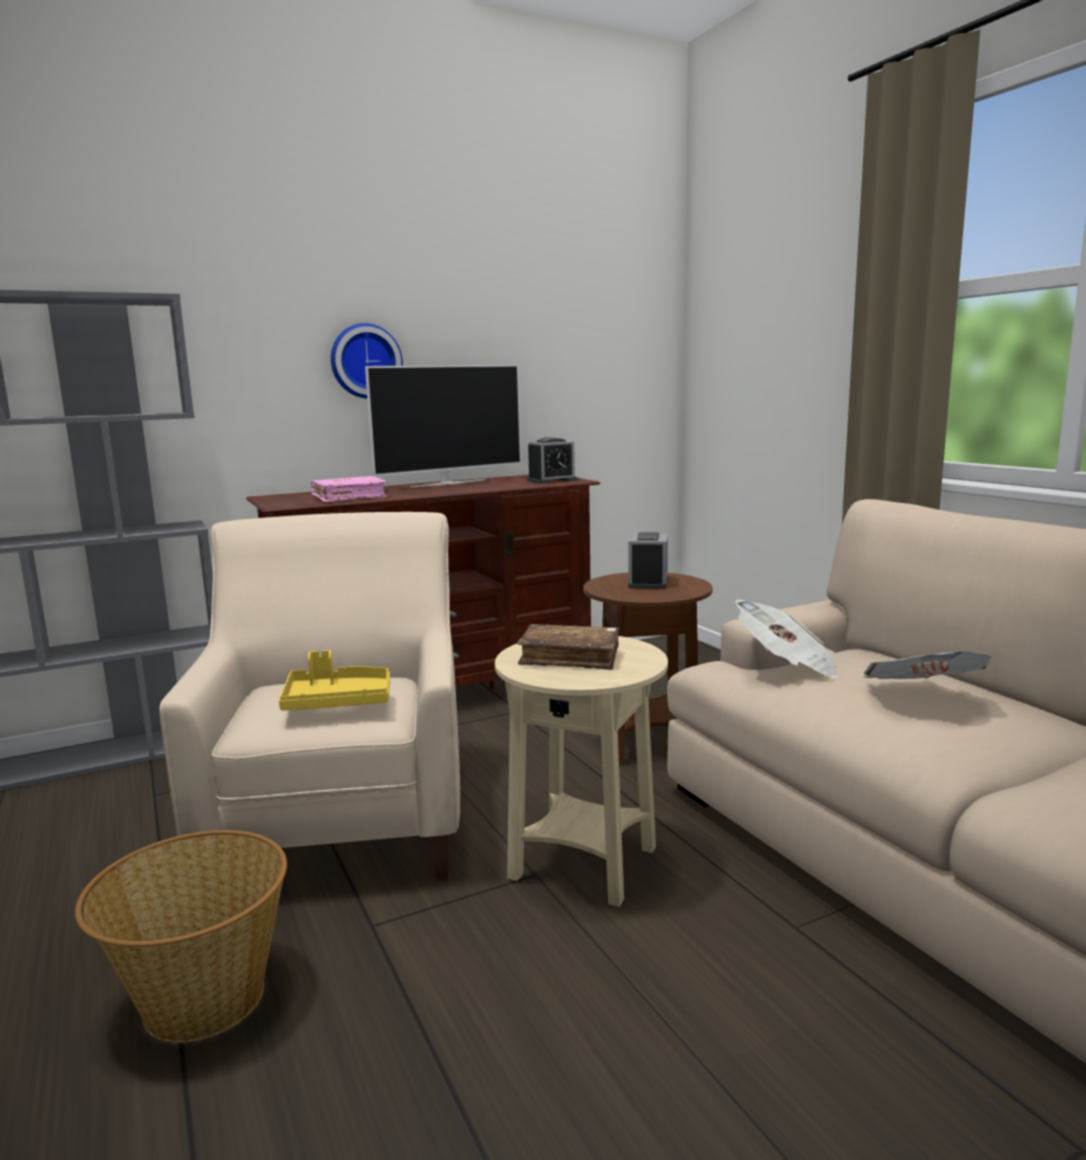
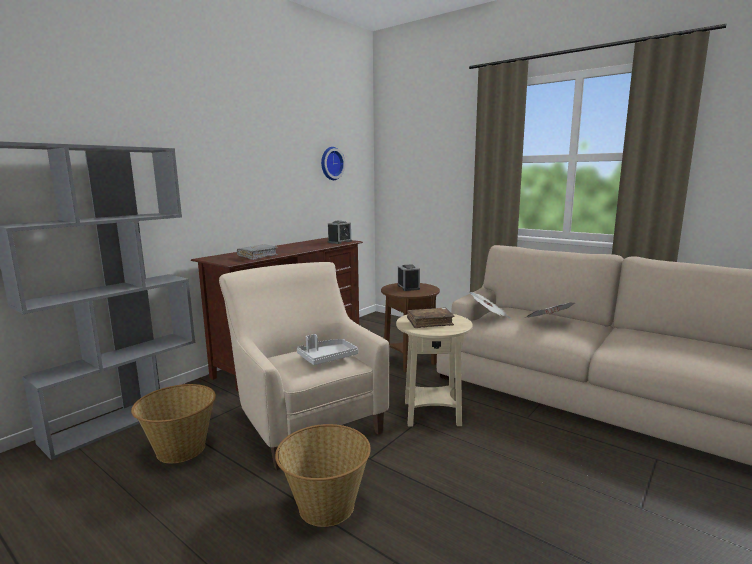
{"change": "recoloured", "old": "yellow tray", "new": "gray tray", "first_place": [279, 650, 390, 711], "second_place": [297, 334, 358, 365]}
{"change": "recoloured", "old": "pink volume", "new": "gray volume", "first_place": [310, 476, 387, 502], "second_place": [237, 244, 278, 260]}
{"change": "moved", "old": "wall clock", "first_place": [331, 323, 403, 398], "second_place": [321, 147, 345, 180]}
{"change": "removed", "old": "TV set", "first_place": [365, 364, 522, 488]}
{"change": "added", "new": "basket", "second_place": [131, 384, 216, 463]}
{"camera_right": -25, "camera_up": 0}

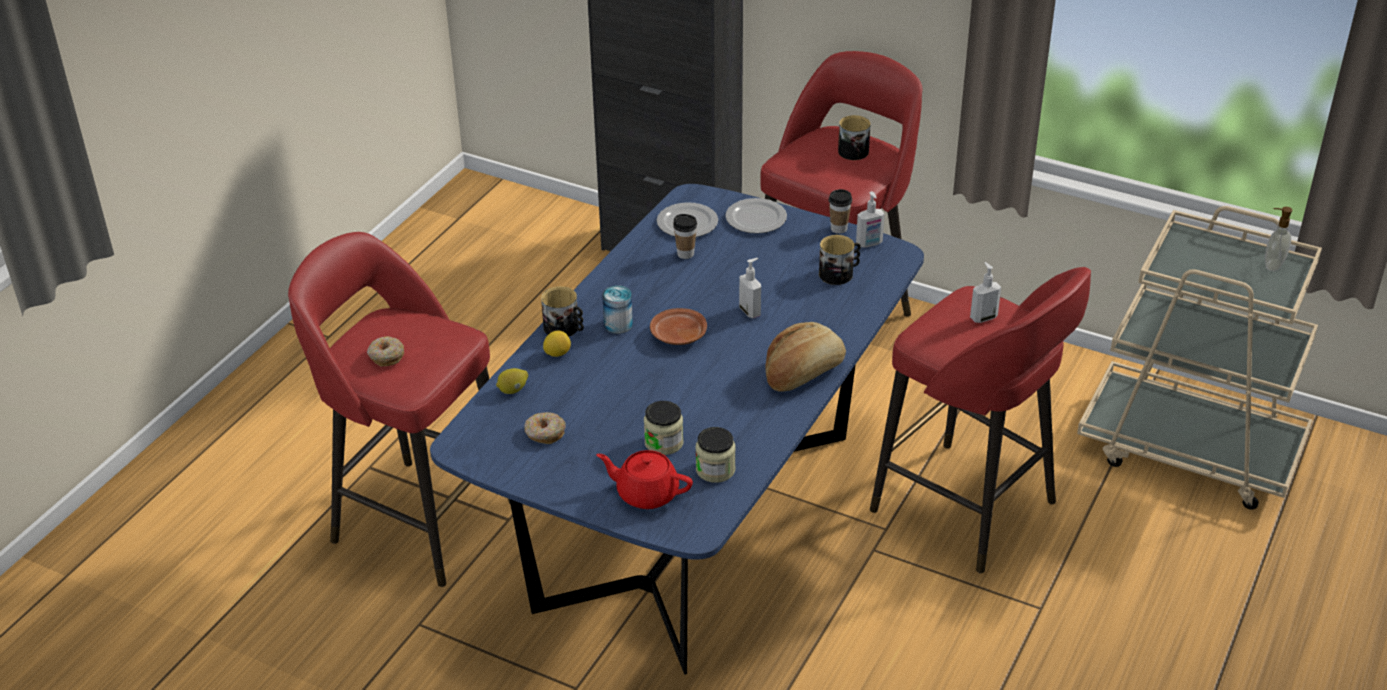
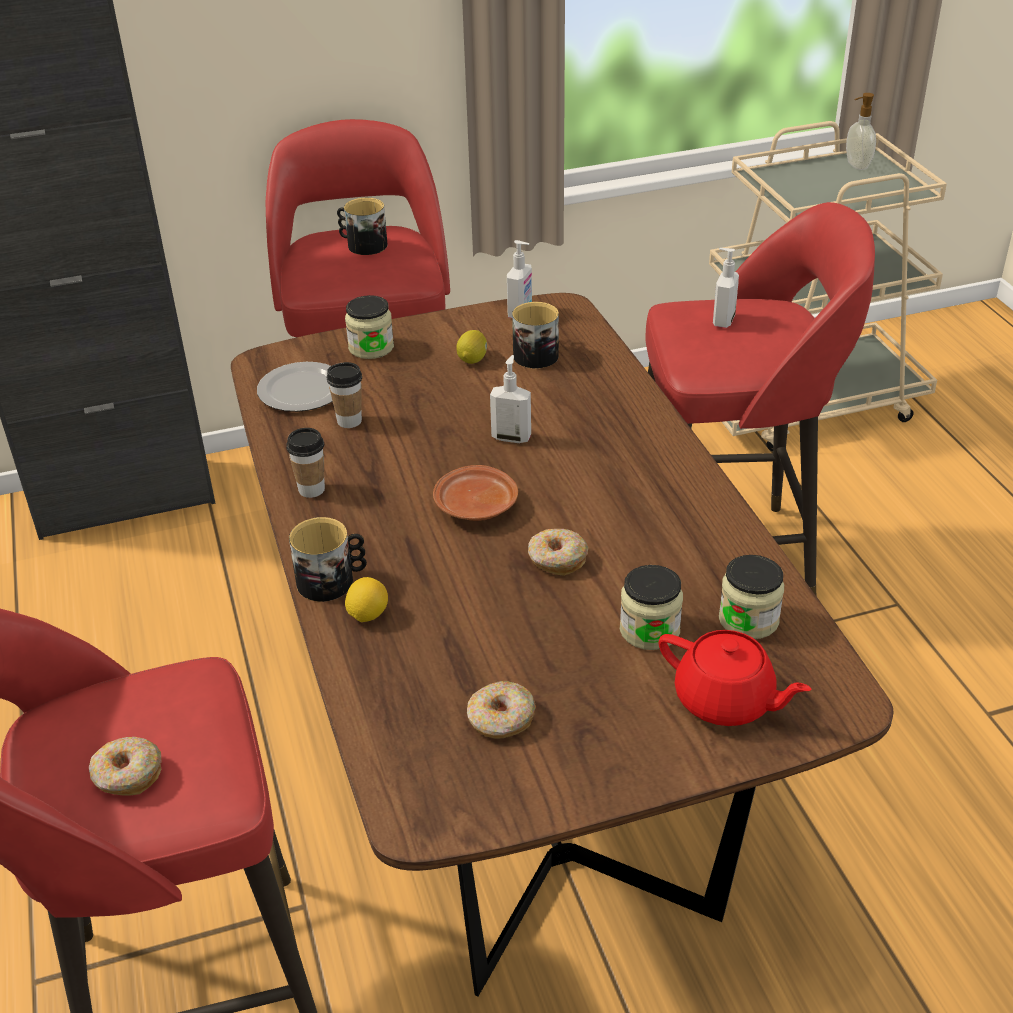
{"change": "recoloured", "old": "blue-coloured dinner table", "new": "brownish dinner table", "first_place": [430, 184, 924, 674], "second_place": [231, 293, 894, 997]}
{"change": "moved", "old": "citrus fruit", "first_place": [496, 368, 528, 394], "second_place": [456, 330, 487, 364]}
{"change": "turned", "old": "red teapot", "first_place": [596, 450, 693, 509], "second_place": [658, 630, 811, 726], "degrees": -120}
{"change": "removed", "old": "sealed can", "first_place": [602, 285, 633, 334]}
{"change": "replaced", "old": "dinner plate", "new": "preserve jar", "first_place": [725, 198, 787, 234], "second_place": [345, 295, 394, 359]}
{"change": "removed", "old": "baked bread", "first_place": [765, 322, 846, 391]}
{"change": "moved", "old": "cup", "first_place": [829, 189, 852, 234], "second_place": [286, 428, 325, 498]}
{"change": "added", "new": "donut", "second_place": [528, 529, 589, 576]}
{"camera_right": -45, "camera_up": 0}

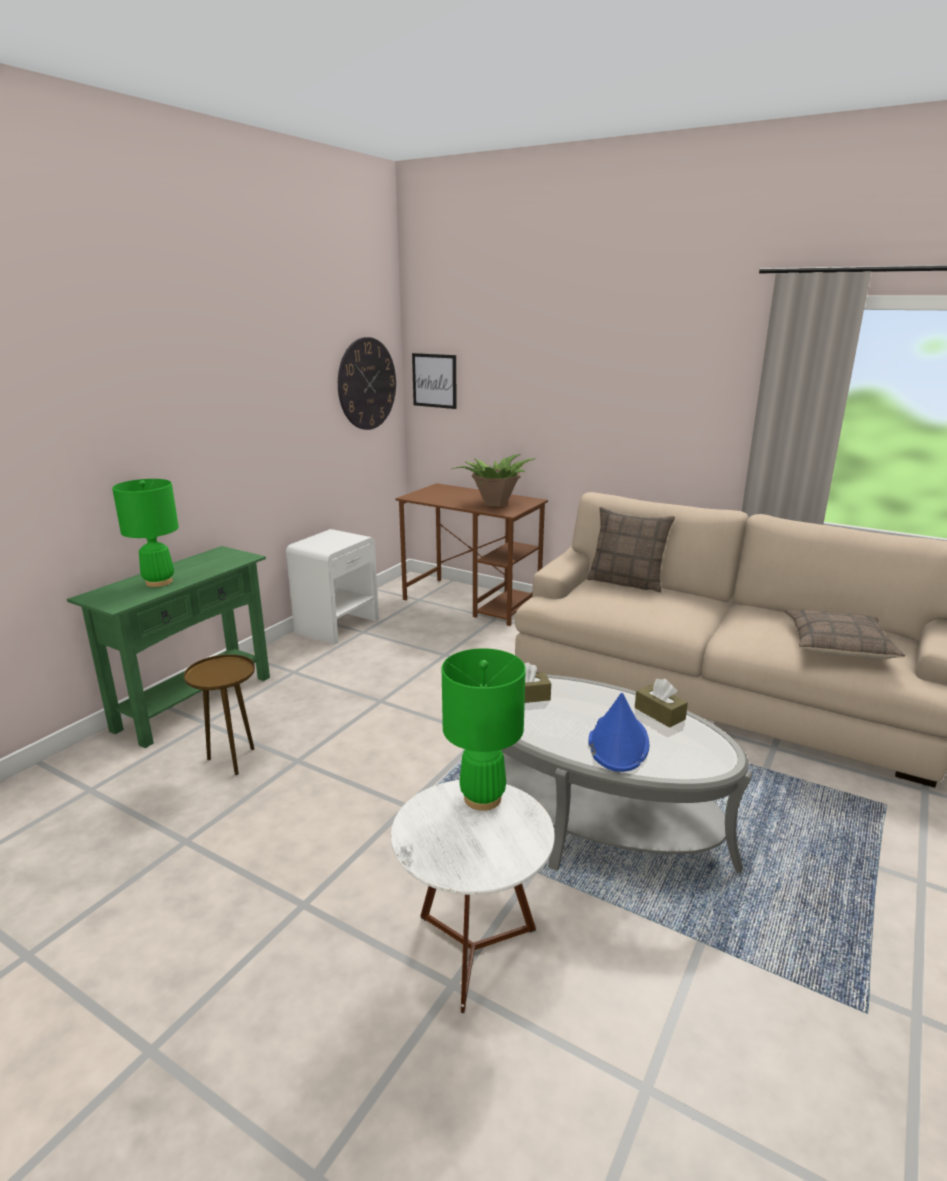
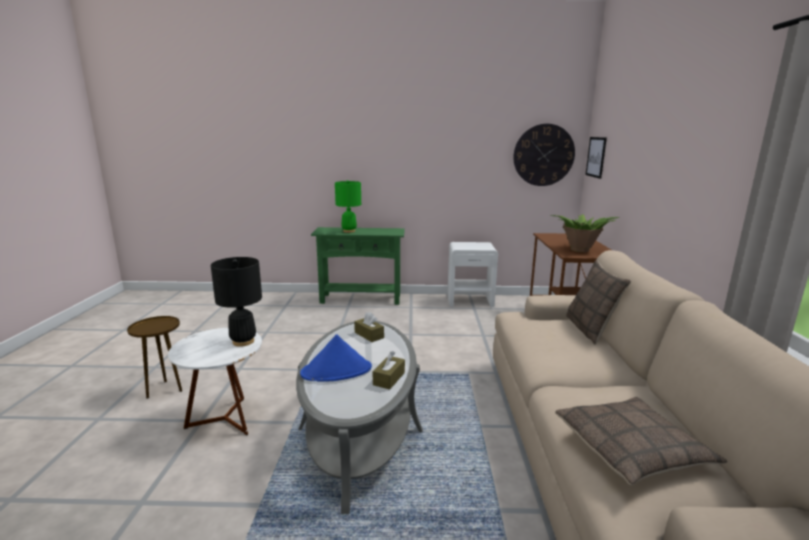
{"change": "moved", "old": "brownish side table", "first_place": [184, 654, 255, 775], "second_place": [127, 316, 182, 399]}
{"change": "recoloured", "old": "green table lamp", "new": "black-coloured table lamp", "first_place": [442, 648, 526, 811], "second_place": [211, 257, 262, 347]}
{"camera_right": 60, "camera_up": -5}

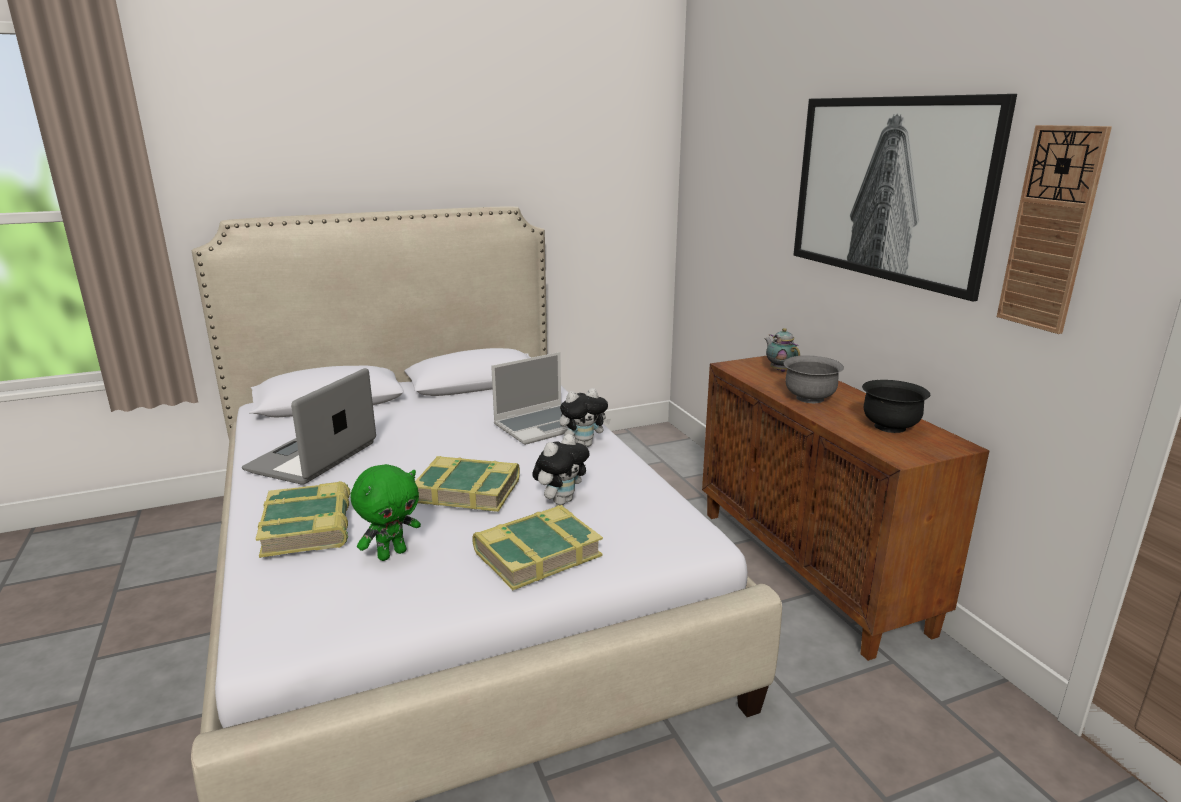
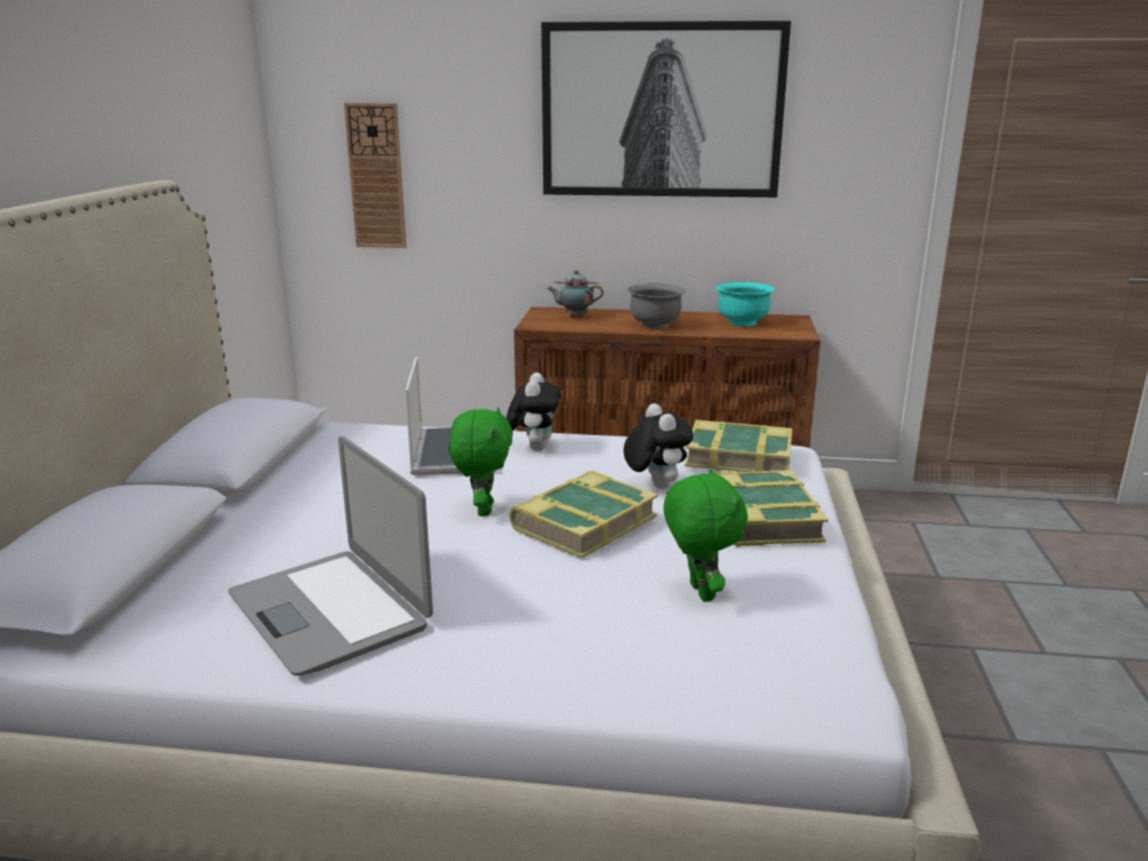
{"change": "moved", "old": "volume", "first_place": [256, 481, 351, 558], "second_place": [685, 420, 793, 472]}
{"change": "recoloured", "old": "black-coloured serving bowl", "new": "turquoise serving bowl", "first_place": [862, 380, 931, 433], "second_place": [715, 282, 775, 326]}
{"change": "moved", "old": "wall clock", "first_place": [997, 125, 1112, 334], "second_place": [344, 103, 406, 248]}
{"change": "added", "new": "green cuddly toy", "second_place": [449, 407, 513, 516]}
{"camera_right": -60, "camera_up": 0}

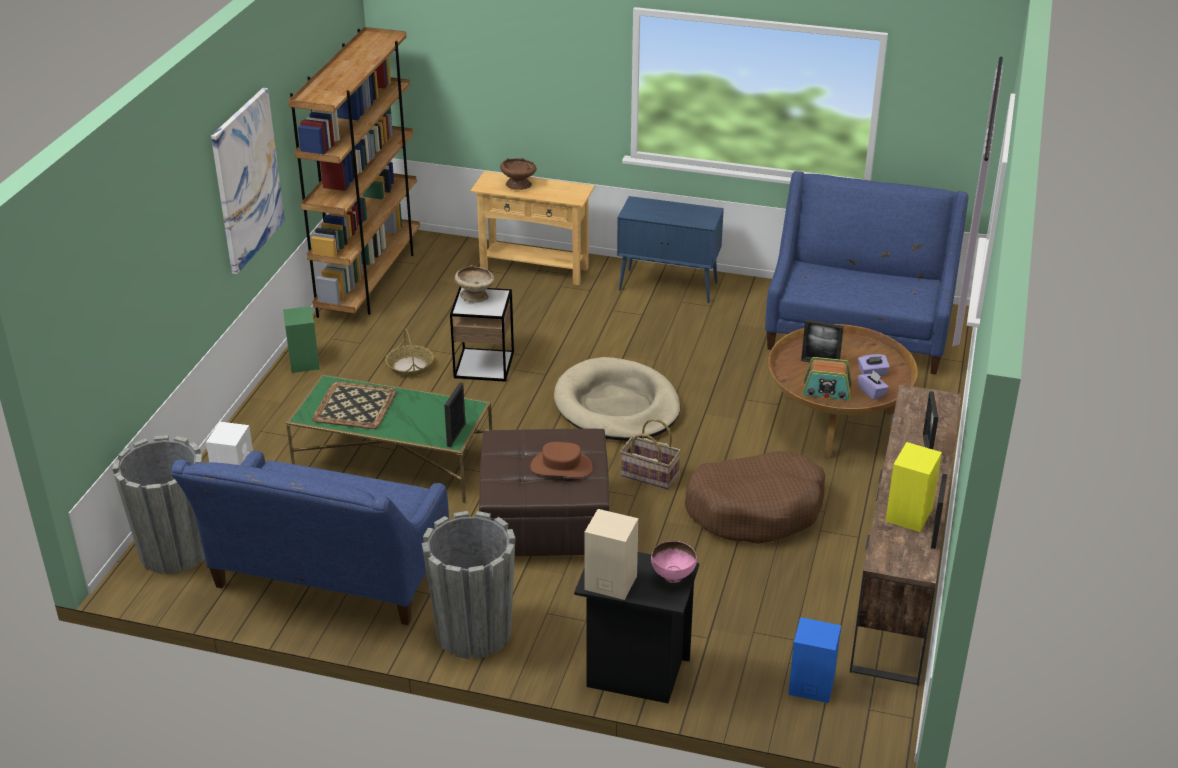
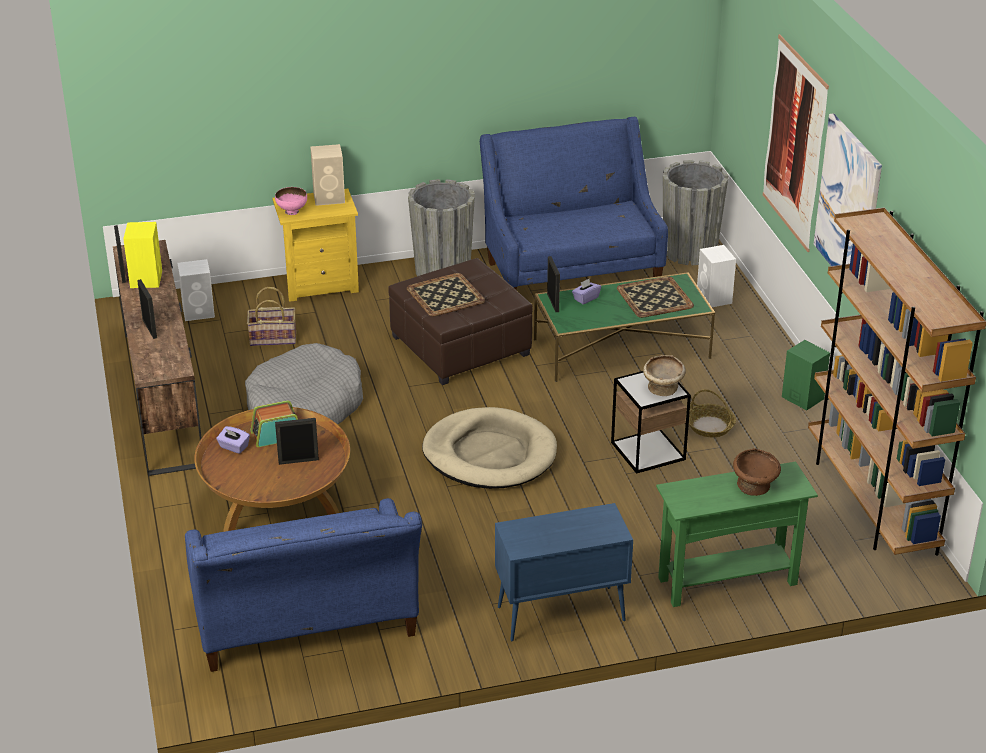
{"change": "recoloured", "old": "sand-coloured hall table", "new": "green hall table", "first_place": [470, 171, 595, 285], "second_place": [656, 462, 818, 607]}
{"change": "replaced", "old": "brownish hat", "new": "tray", "first_place": [531, 442, 593, 478], "second_place": [407, 273, 485, 316]}
{"change": "recoloured", "old": "black-coloured bedside table", "new": "yellow bedside table", "first_place": [574, 552, 699, 704], "second_place": [272, 189, 359, 302]}
{"change": "moved", "old": "basket", "first_place": [620, 419, 681, 490], "second_place": [247, 287, 296, 346]}
{"change": "recoloured", "old": "brownish dog cushion", "new": "gray dog cushion", "first_place": [684, 451, 825, 544], "second_place": [245, 343, 363, 424]}
{"change": "recoloured", "old": "blue-coloured loudspeaker", "new": "whitish loudspeaker", "first_place": [788, 617, 841, 703], "second_place": [177, 259, 215, 321]}
{"change": "moved", "old": "purplish tissue holder", "first_place": [858, 354, 890, 376], "second_place": [572, 279, 601, 304]}
{"change": "added", "new": "wall picture", "second_place": [763, 34, 829, 252]}
{"camera_right": 150, "camera_up": 0}

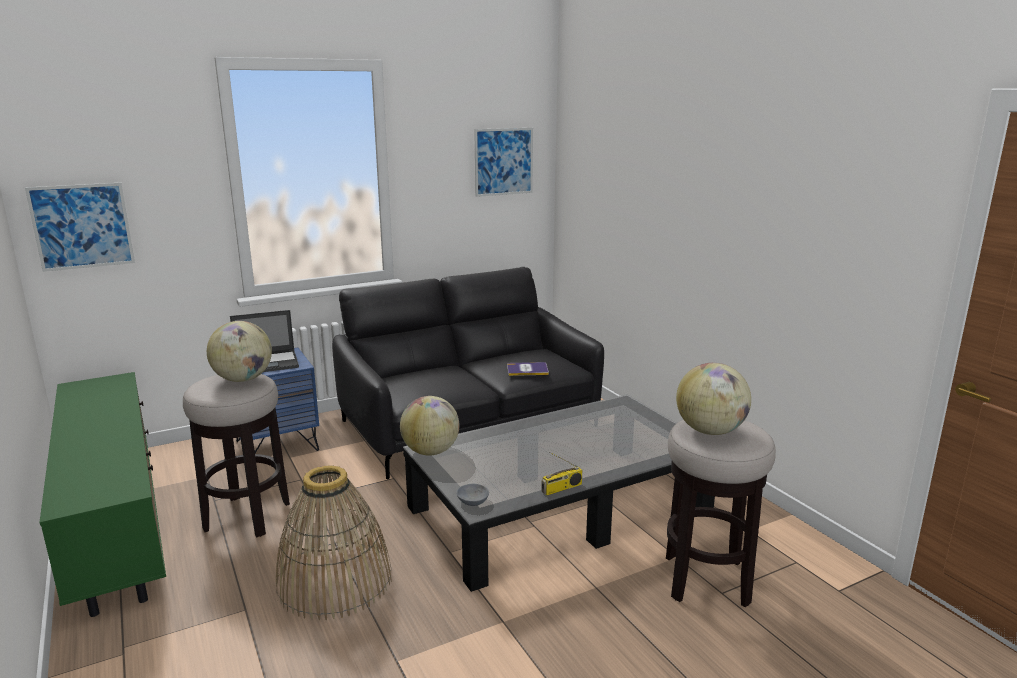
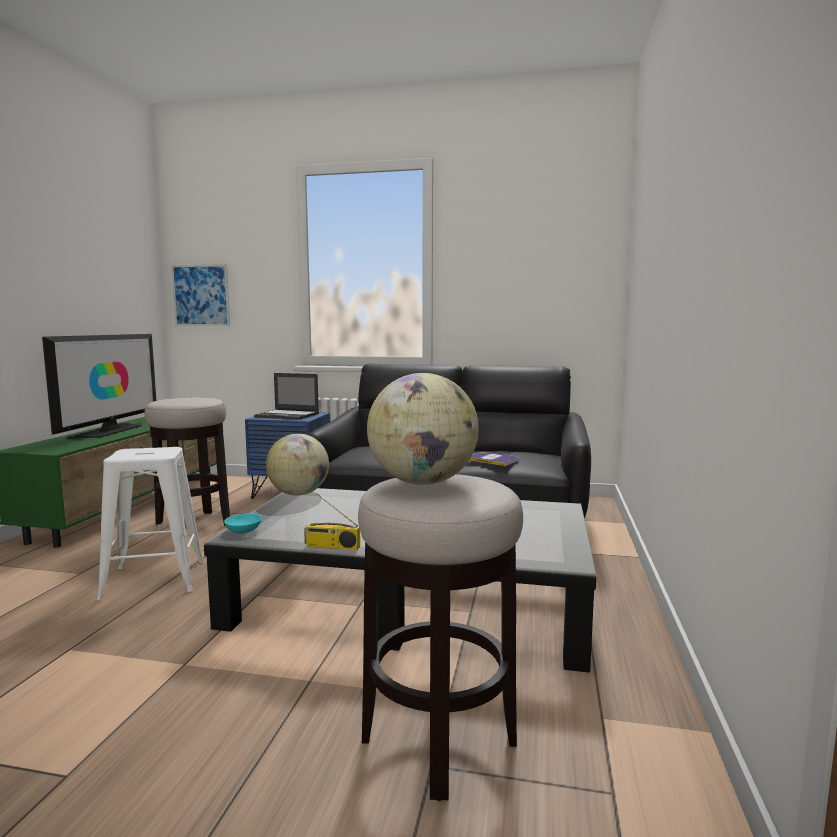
{"change": "removed", "old": "world globe", "first_place": [207, 321, 272, 382]}
{"change": "replaced", "old": "basket", "new": "whitish stool seat", "first_place": [276, 465, 392, 620], "second_place": [97, 447, 204, 600]}
{"change": "recoloured", "old": "gray serving bowl", "new": "turquoise serving bowl", "first_place": [456, 484, 489, 506], "second_place": [224, 513, 262, 533]}
{"change": "removed", "old": "wall picture", "first_place": [474, 128, 533, 197]}
{"change": "added", "new": "TV set", "second_place": [42, 334, 156, 439]}
{"camera_right": 40, "camera_up": -10}

